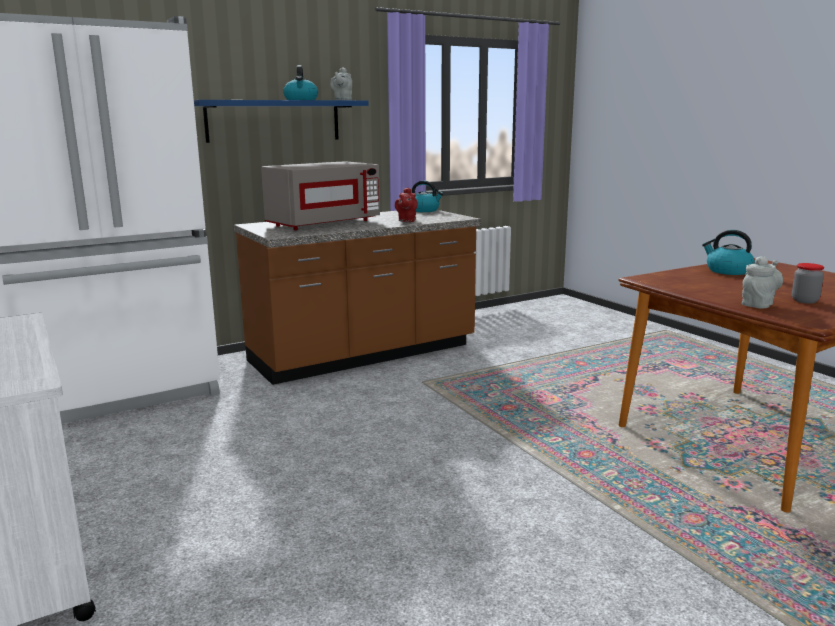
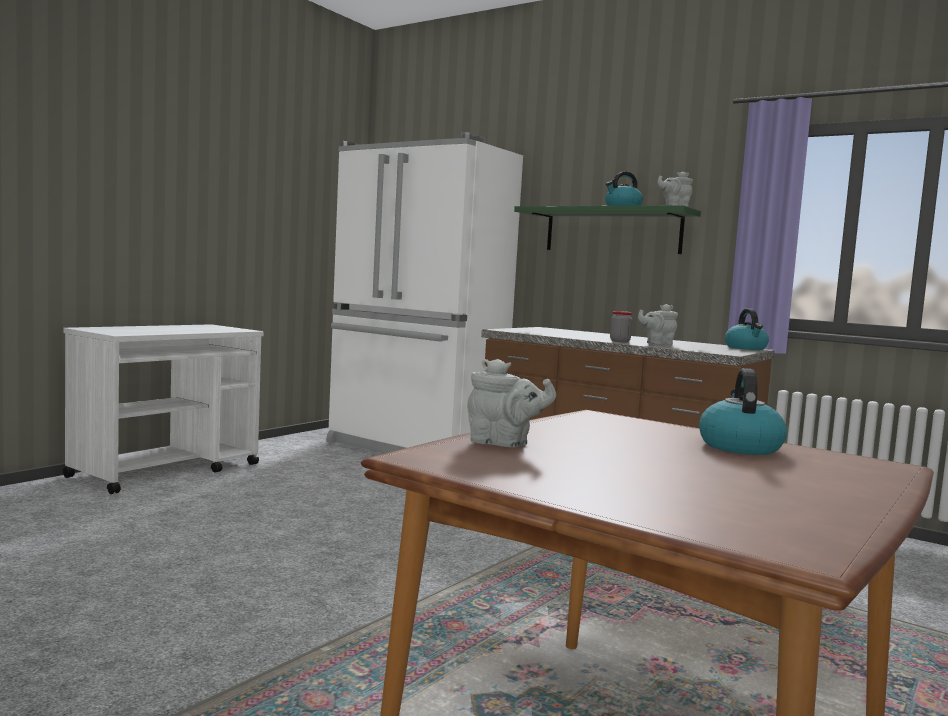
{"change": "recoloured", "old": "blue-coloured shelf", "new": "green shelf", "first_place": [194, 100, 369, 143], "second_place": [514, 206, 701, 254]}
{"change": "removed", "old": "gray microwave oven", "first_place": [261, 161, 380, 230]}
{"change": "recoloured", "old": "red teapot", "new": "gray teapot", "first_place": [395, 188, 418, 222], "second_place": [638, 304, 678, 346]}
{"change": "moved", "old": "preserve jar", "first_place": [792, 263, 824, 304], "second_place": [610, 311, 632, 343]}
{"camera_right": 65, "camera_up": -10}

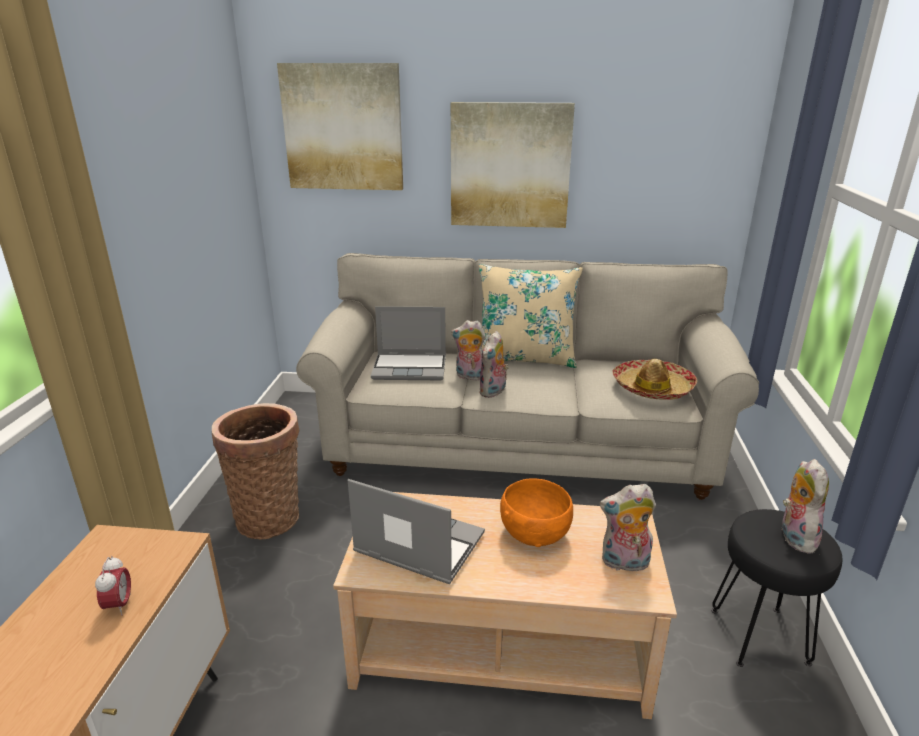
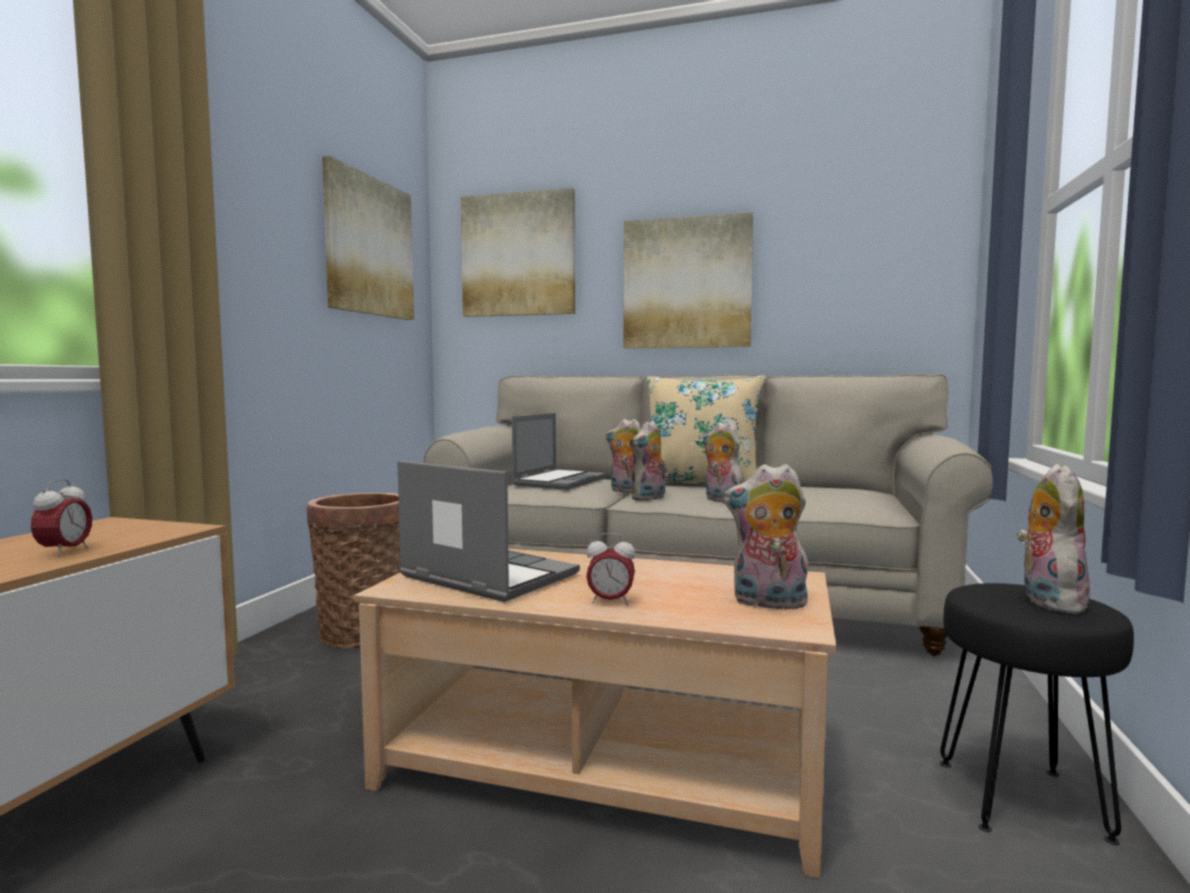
{"change": "turned", "old": "portable computer", "first_place": [371, 306, 446, 380], "second_place": [512, 413, 606, 490], "degrees": -75}
{"change": "removed", "old": "orange-coloured serving bowl", "first_place": [500, 478, 573, 547]}
{"change": "removed", "old": "hat", "first_place": [612, 359, 697, 400]}
{"change": "added", "new": "wall picture", "second_place": [322, 156, 414, 320]}
{"change": "added", "new": "alarm clock", "second_place": [586, 533, 635, 605]}
{"change": "added", "new": "cuddly toy", "second_place": [703, 422, 743, 503]}
{"camera_right": 10, "camera_up": -20}

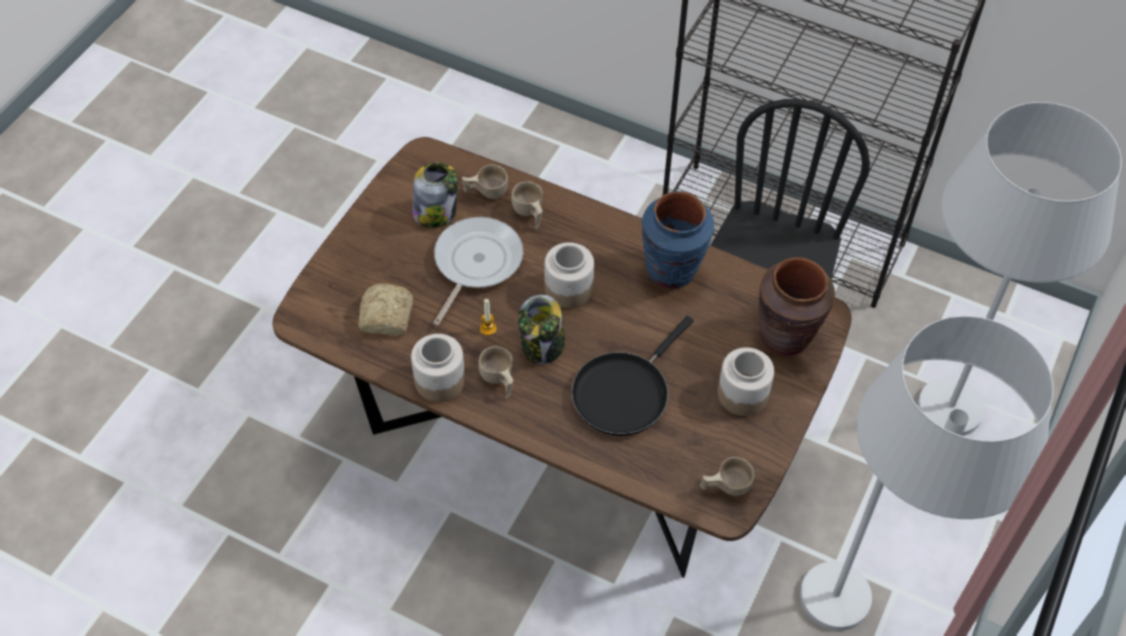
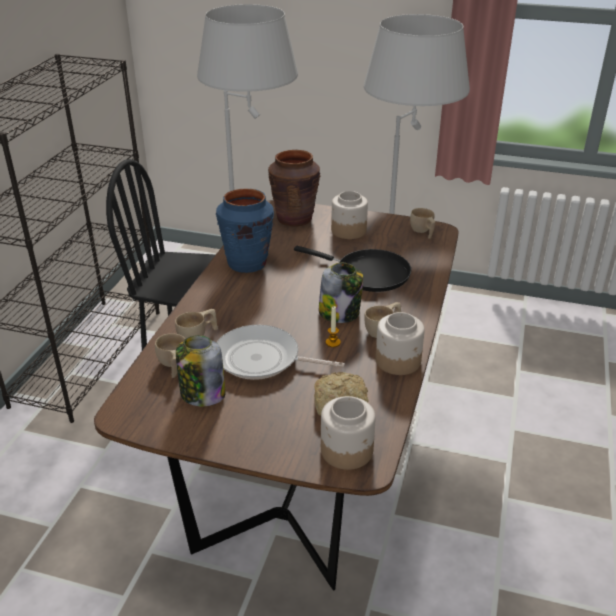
{"change": "moved", "old": "preserve jar", "first_place": [545, 242, 594, 308], "second_place": [321, 396, 376, 470]}
{"camera_right": -100, "camera_up": -20}

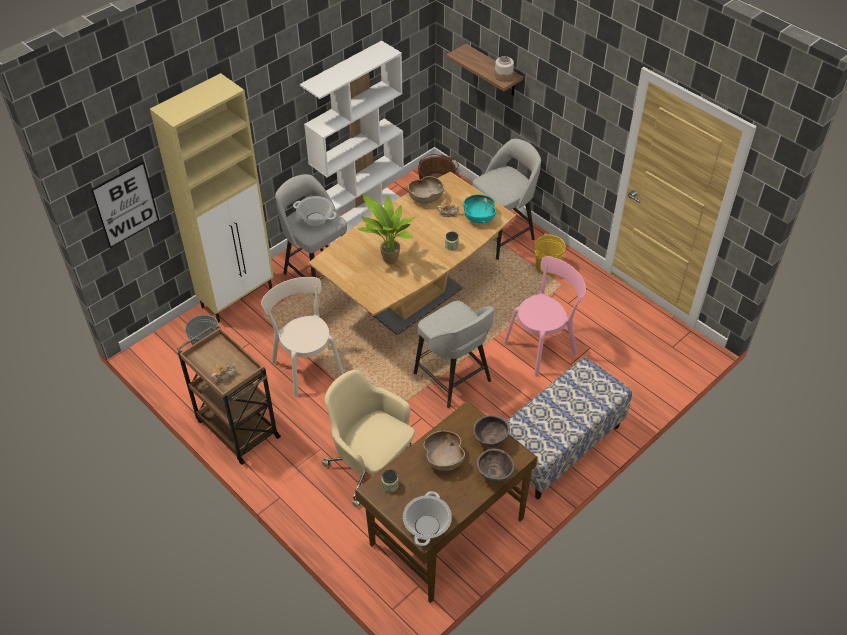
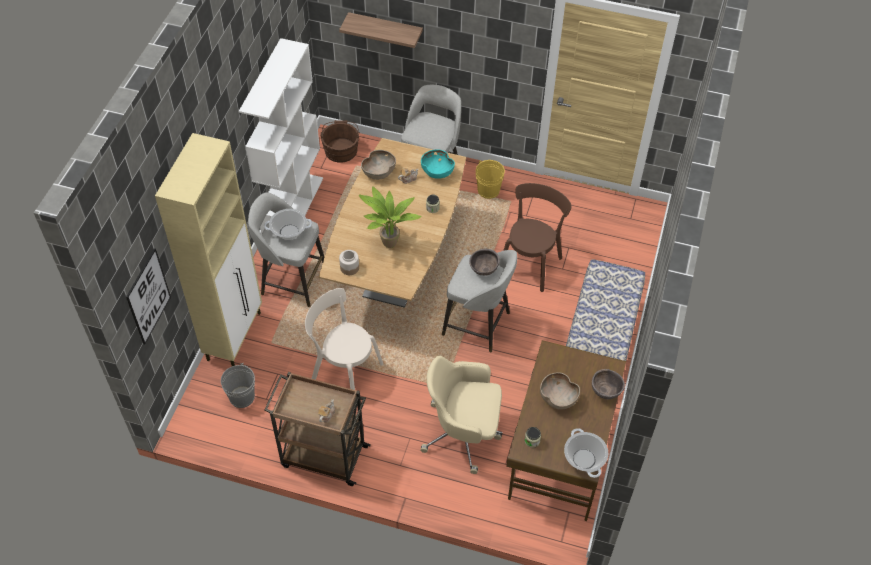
{"change": "moved", "old": "brownish serving bowl", "first_place": [473, 415, 510, 447], "second_place": [469, 249, 500, 276]}
{"change": "moved", "old": "preserve jar", "first_place": [495, 56, 514, 82], "second_place": [339, 250, 359, 275]}
{"change": "recoloured", "old": "pink upright chair", "new": "brownish upright chair", "first_place": [504, 256, 586, 376], "second_place": [503, 183, 572, 292]}
{"camera_right": -30, "camera_up": 5}

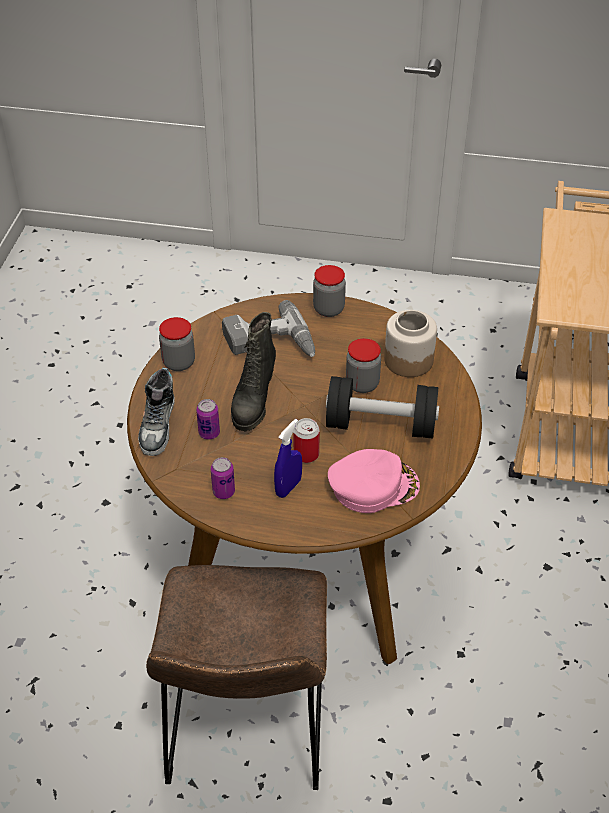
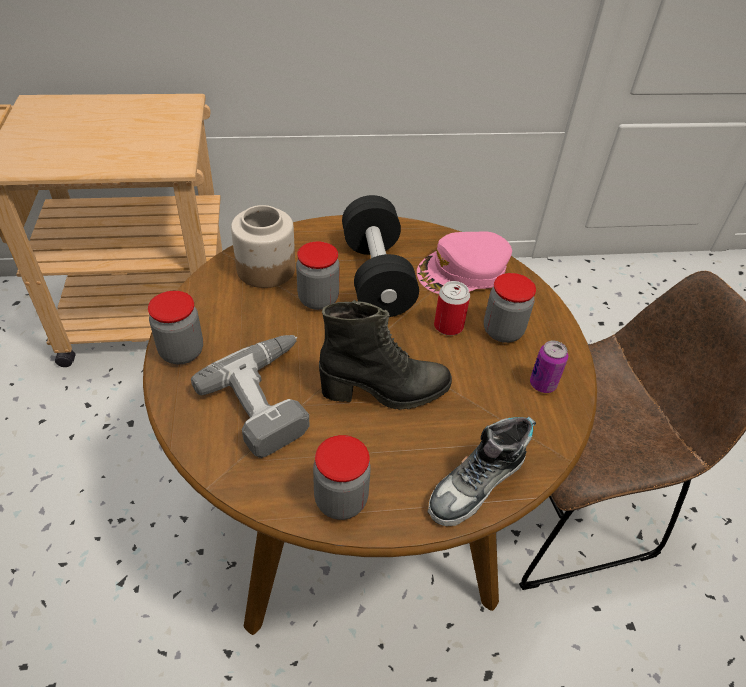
{"change": "turned", "old": "item of footwear", "first_place": [138, 368, 175, 456], "second_place": [428, 417, 536, 526], "degrees": 150}
{"change": "removed", "old": "sealed can", "first_place": [196, 399, 220, 440]}
{"change": "replaced", "old": "blue-coloured sprayer", "new": "preserve jar", "first_place": [274, 419, 302, 498], "second_place": [484, 273, 536, 343]}
{"change": "turned", "old": "pink baseball cap", "first_place": [328, 449, 420, 513], "second_place": [417, 231, 512, 294], "degrees": -90}
{"camera_right": -110, "camera_up": 0}

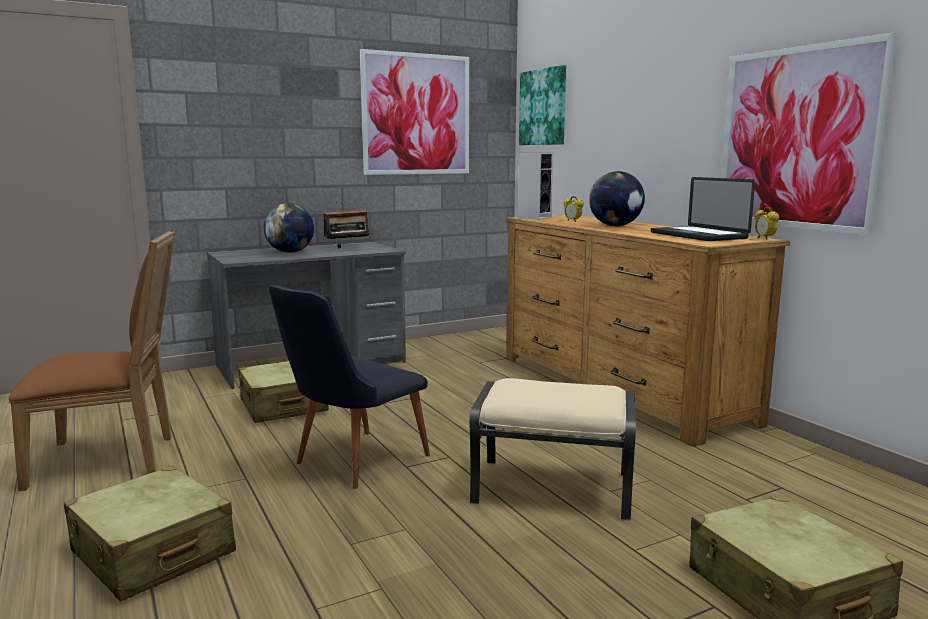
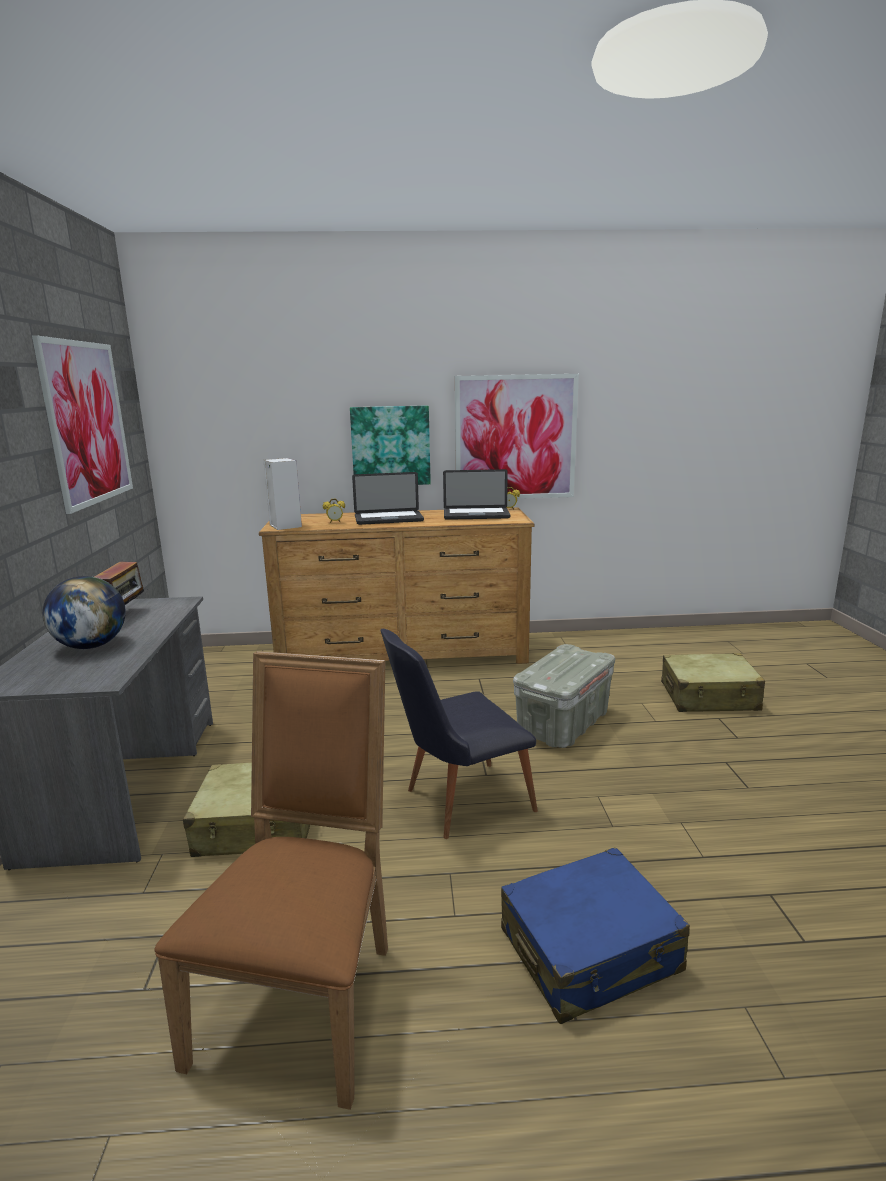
{"change": "recoloured", "old": "sand-coloured travel case", "new": "blue-coloured travel case", "first_place": [63, 466, 236, 602], "second_place": [501, 847, 690, 1024]}
{"change": "turned", "old": "black-coloured upright chair", "first_place": [269, 285, 430, 489], "second_place": [380, 629, 538, 839], "degrees": 90}
{"change": "replaced", "old": "sand-coloured ottoman", "new": "gray storage box", "first_place": [469, 378, 636, 521], "second_place": [513, 644, 615, 748]}
{"change": "moved", "old": "wall picture", "first_place": [519, 65, 566, 145], "second_place": [350, 406, 431, 485]}
{"change": "replaced", "old": "world globe", "new": "portable computer", "first_place": [589, 171, 645, 226], "second_place": [352, 472, 424, 525]}
{"camera_right": -65, "camera_up": 5}

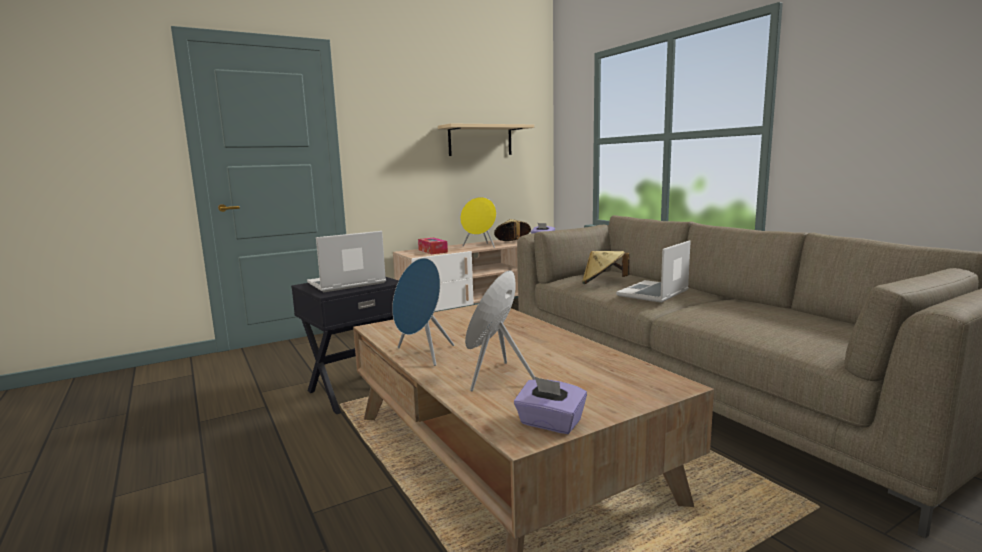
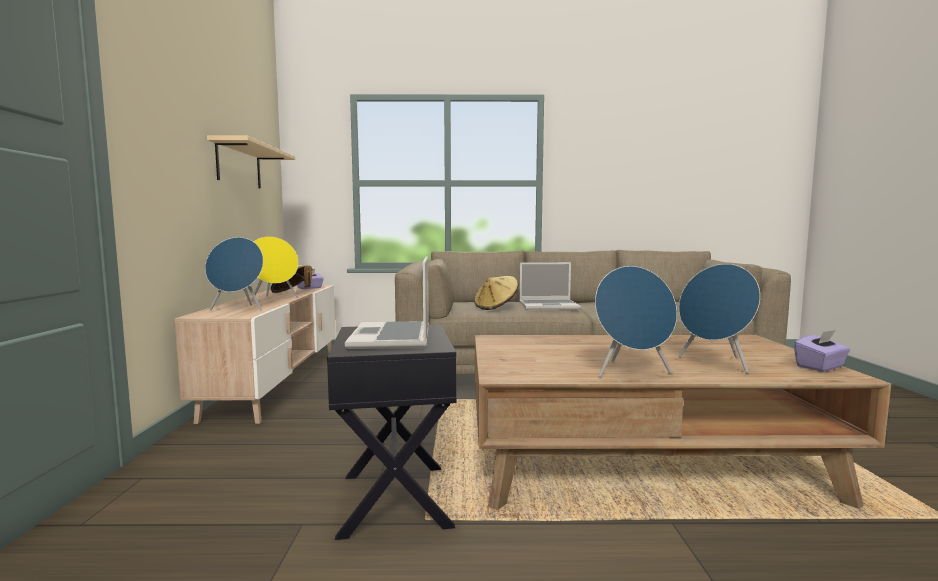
{"change": "replaced", "old": "tissue holder", "new": "blue-coloured loudspeaker", "first_place": [418, 238, 448, 254], "second_place": [205, 237, 263, 311]}
{"change": "turned", "old": "portable computer", "first_place": [616, 240, 691, 303], "second_place": [519, 262, 581, 310], "degrees": -75}
{"camera_right": -60, "camera_up": -5}

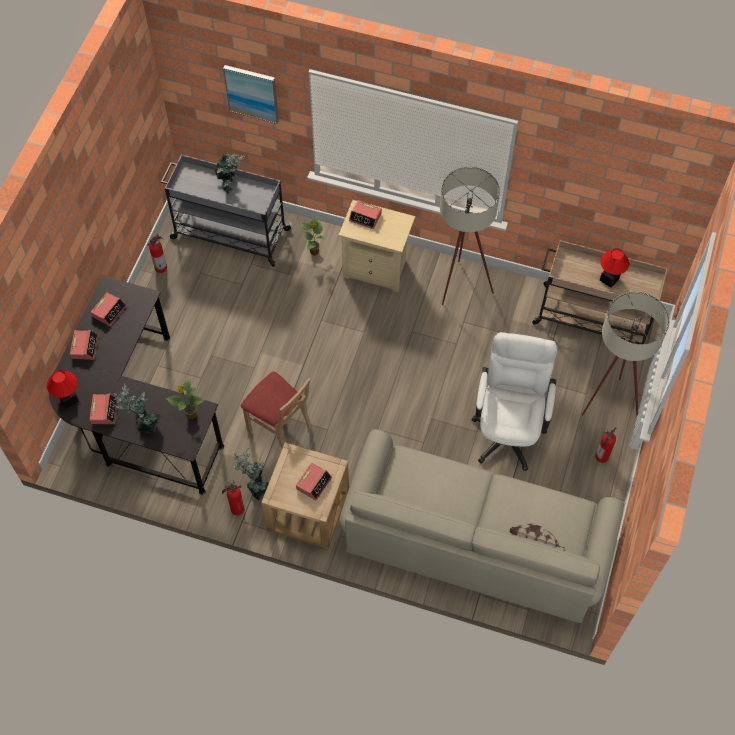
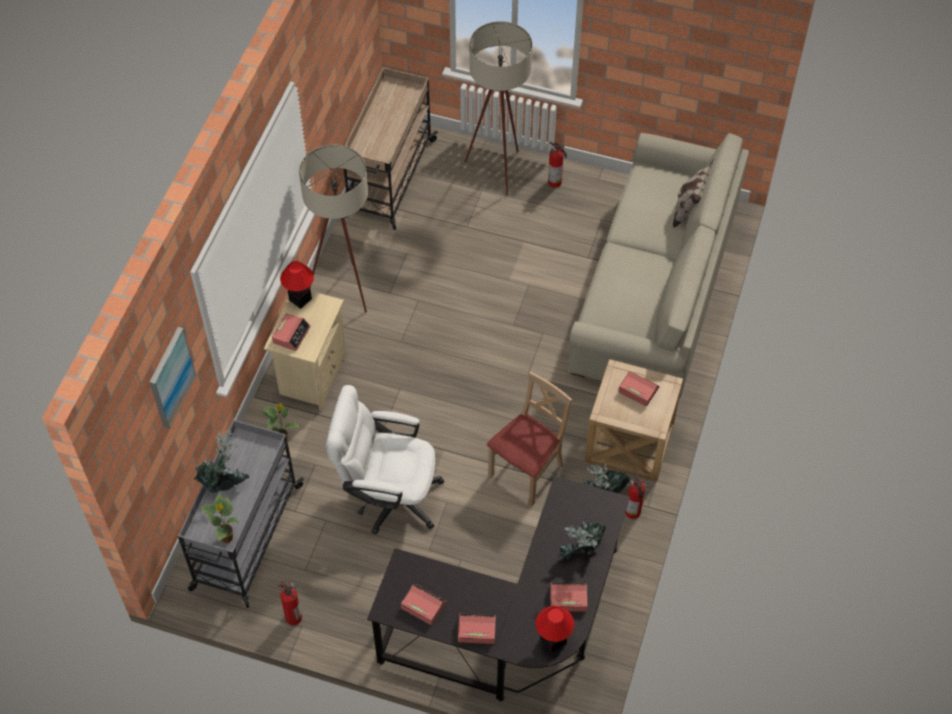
{"change": "moved", "old": "plant in a pot", "first_place": [166, 379, 204, 419], "second_place": [200, 493, 239, 543]}
{"change": "moved", "old": "whitish desk chair", "first_place": [471, 332, 558, 471], "second_place": [326, 385, 444, 534]}
{"change": "moved", "old": "table lamp", "first_place": [600, 248, 629, 288], "second_place": [280, 261, 314, 309]}
{"camera_right": -90, "camera_up": -5}

